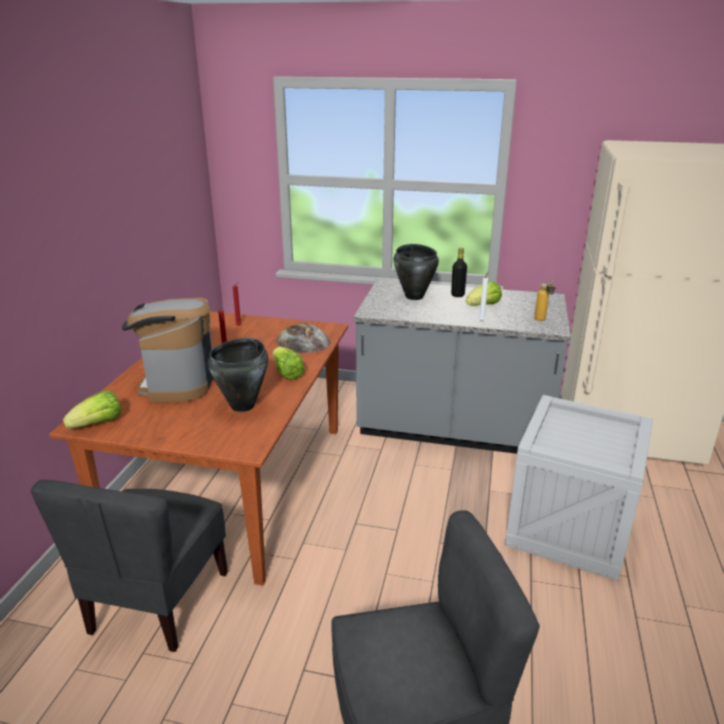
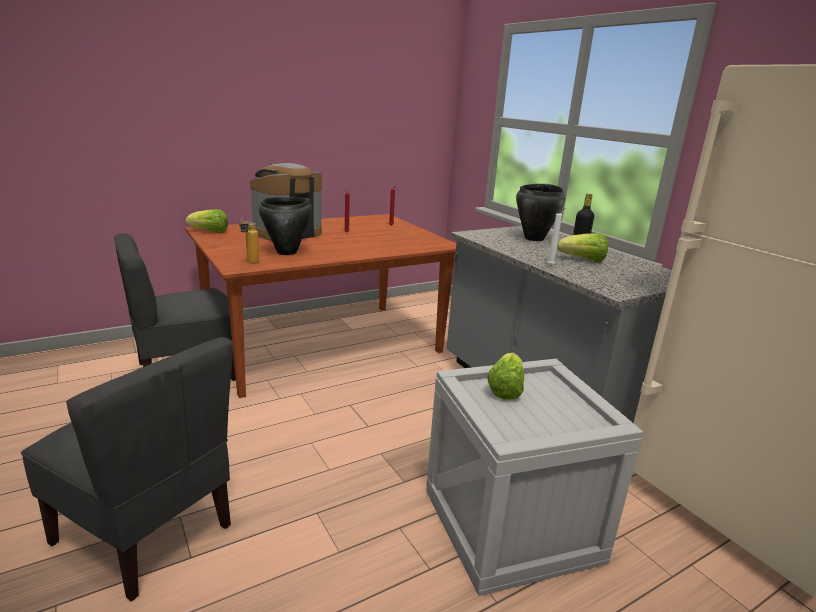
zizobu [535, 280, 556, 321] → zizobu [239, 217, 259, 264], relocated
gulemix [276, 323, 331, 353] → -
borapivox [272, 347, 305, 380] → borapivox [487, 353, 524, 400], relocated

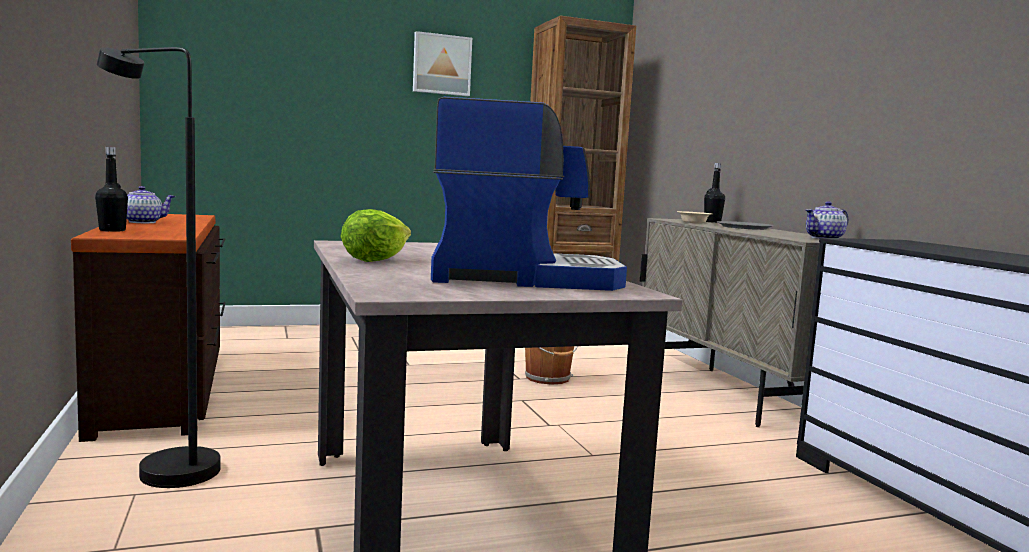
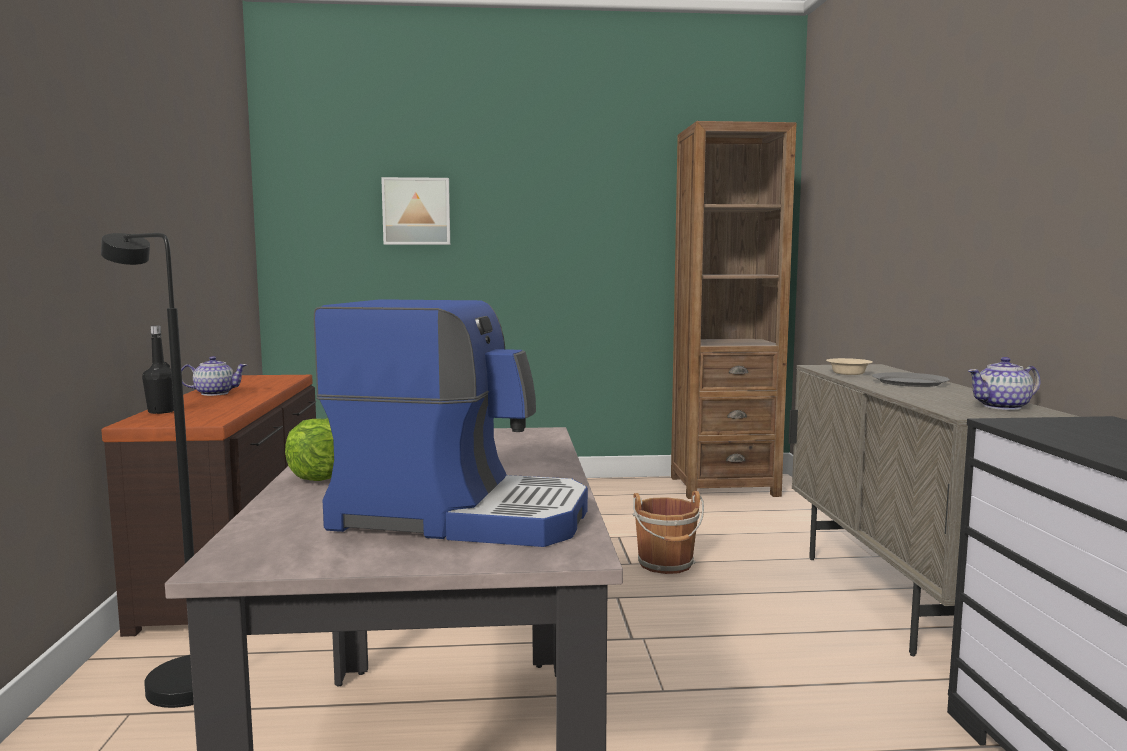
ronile [413, 31, 472, 96] → ronile [381, 177, 450, 245], relocated
zizobu (black) [704, 163, 725, 223] → -

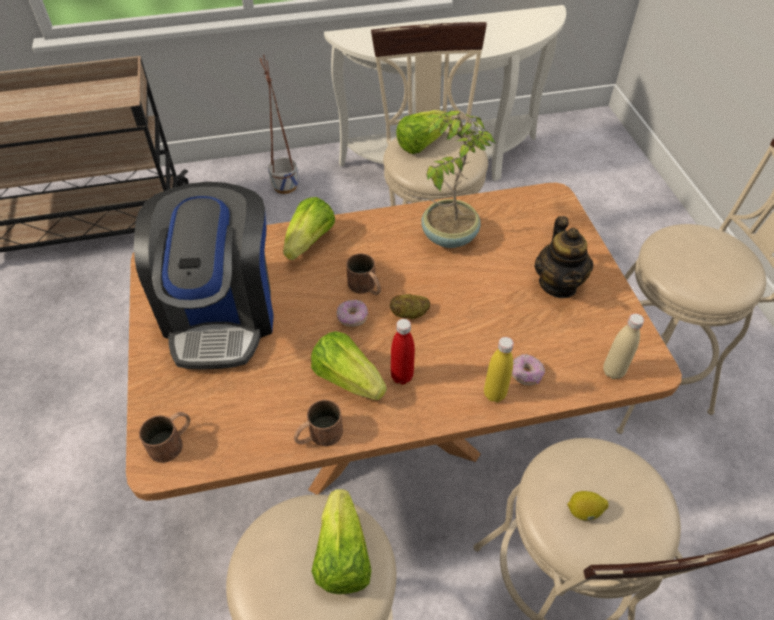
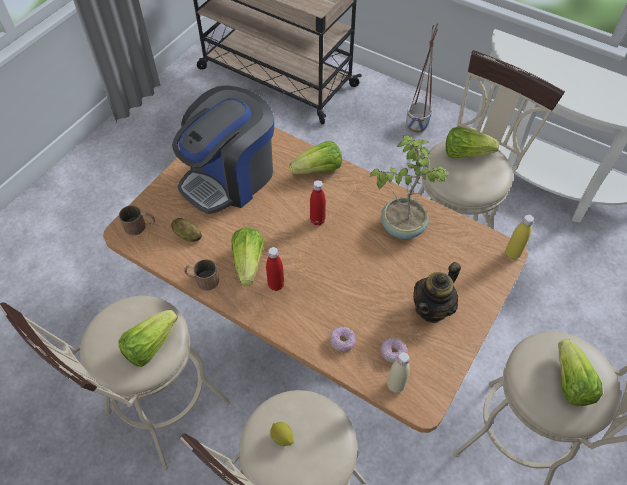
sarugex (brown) [346, 253, 381, 295] → zizobu (red) [310, 180, 326, 225]
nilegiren [390, 294, 430, 319] → nilegiren [171, 218, 202, 242], relocated
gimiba [336, 300, 368, 327] → gimiba [381, 338, 407, 363], relocated
zizobu (yellow) [484, 337, 514, 402] → zizobu (yellow) [506, 215, 534, 259], relocated
- → borapivox [558, 339, 603, 406]

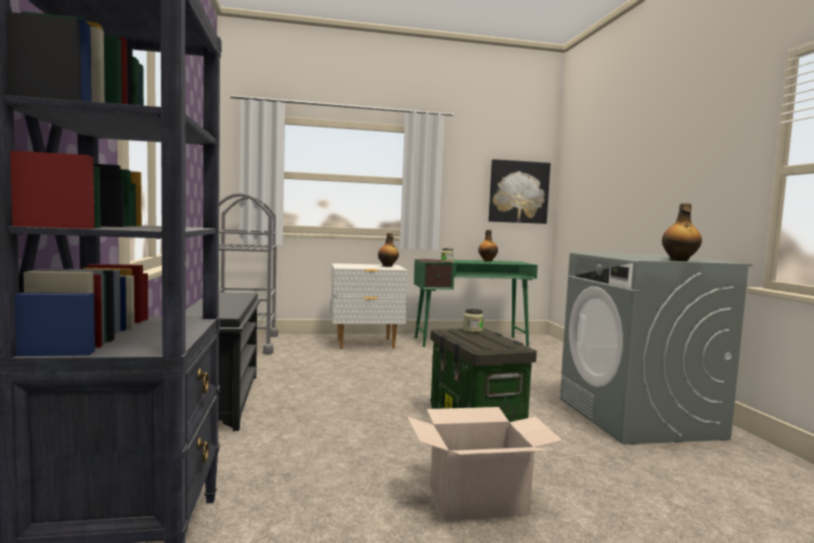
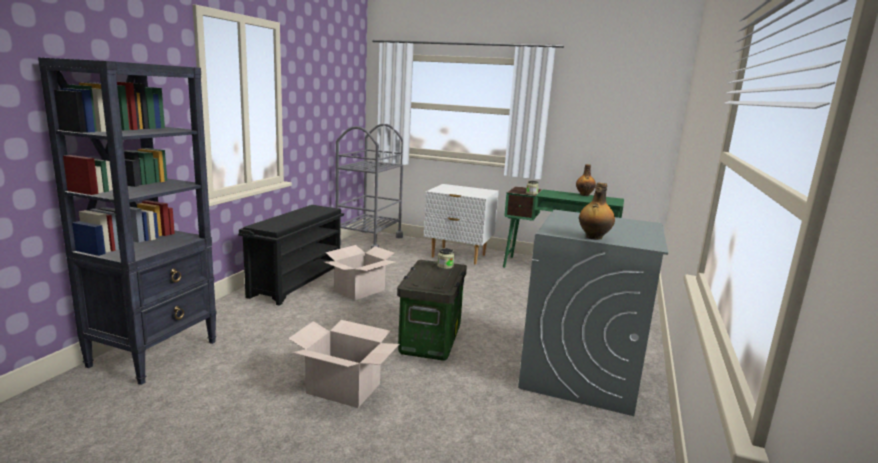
ronile [488, 159, 550, 224] → -
zizobu [378, 233, 399, 267] → -
- → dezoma [325, 245, 395, 300]

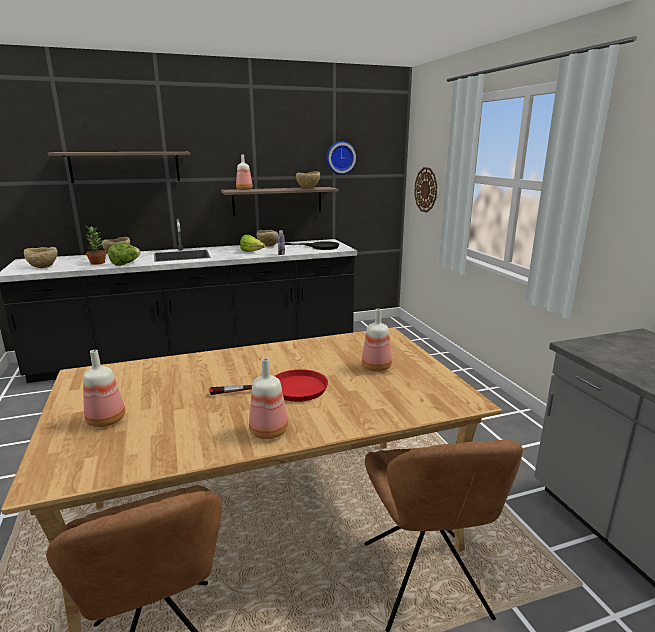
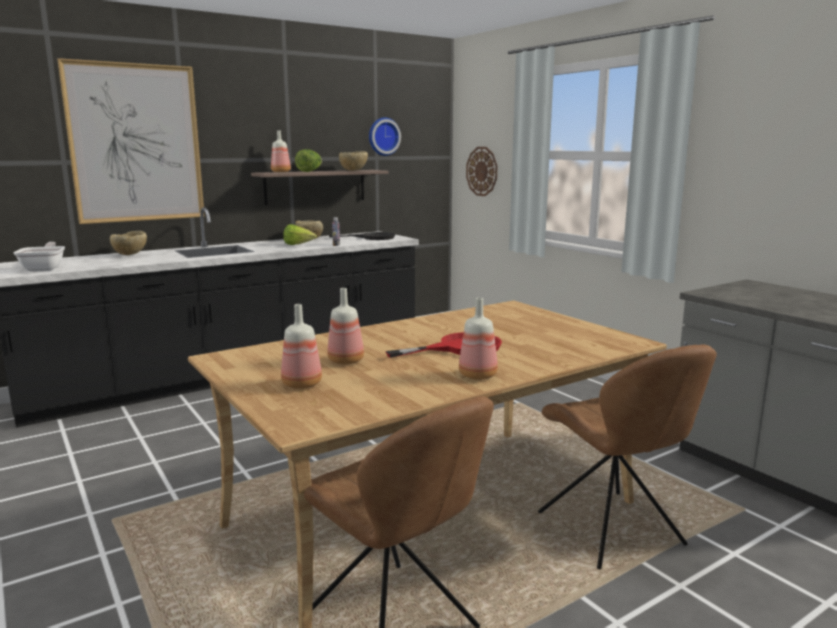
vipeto [48, 152, 190, 183] → ronile [57, 58, 205, 224]
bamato [86, 226, 106, 265] → -
borapivox [108, 244, 141, 266] → borapivox [295, 149, 322, 172], relocated
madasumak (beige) [24, 247, 58, 268] → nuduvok [13, 242, 65, 272]
zizobu [362, 309, 392, 372] → zizobu [327, 288, 364, 365], relocated

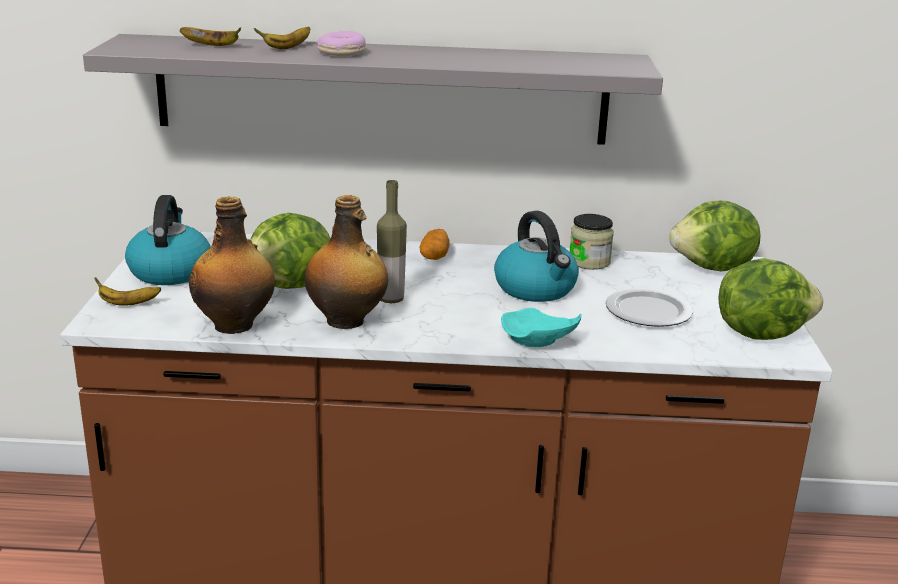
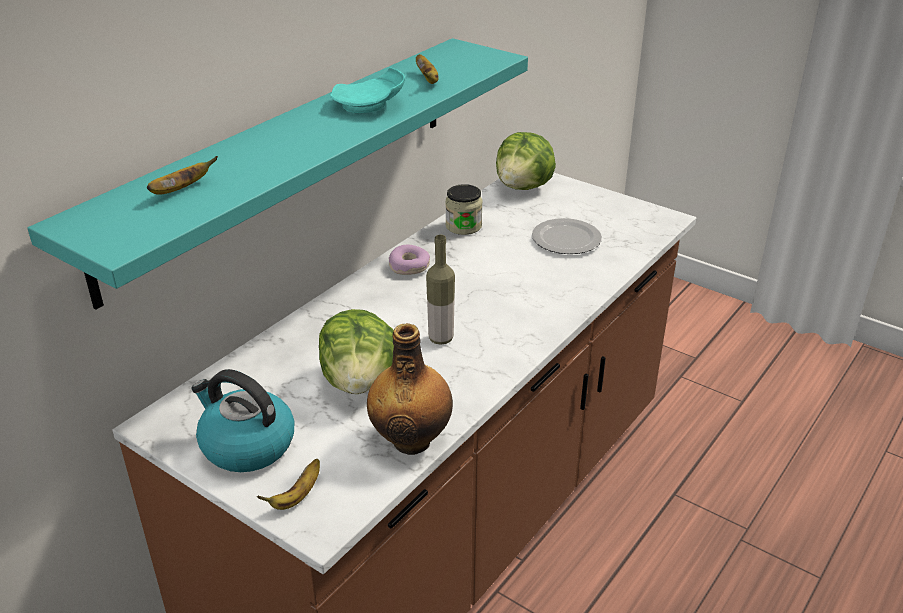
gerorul [254, 27, 310, 49] → gerorul [416, 54, 439, 84], relocated
gimiba [317, 31, 366, 56] → gimiba [389, 245, 430, 275], relocated
vipeto (grey) [83, 34, 663, 145] → vipeto (turquoise) [27, 38, 528, 310]
zizobu [305, 195, 388, 329] → -
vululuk [494, 211, 579, 302] → -
nilegiren [419, 229, 450, 260] → -
borapivox [719, 258, 823, 340] → -
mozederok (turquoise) [501, 308, 581, 347] → mozederok (turquoise) [330, 67, 405, 113], relocated

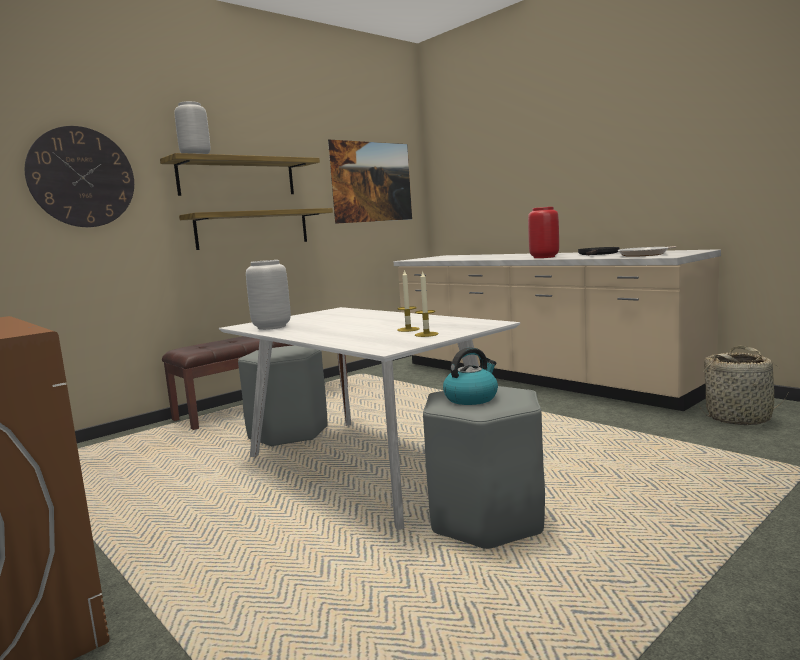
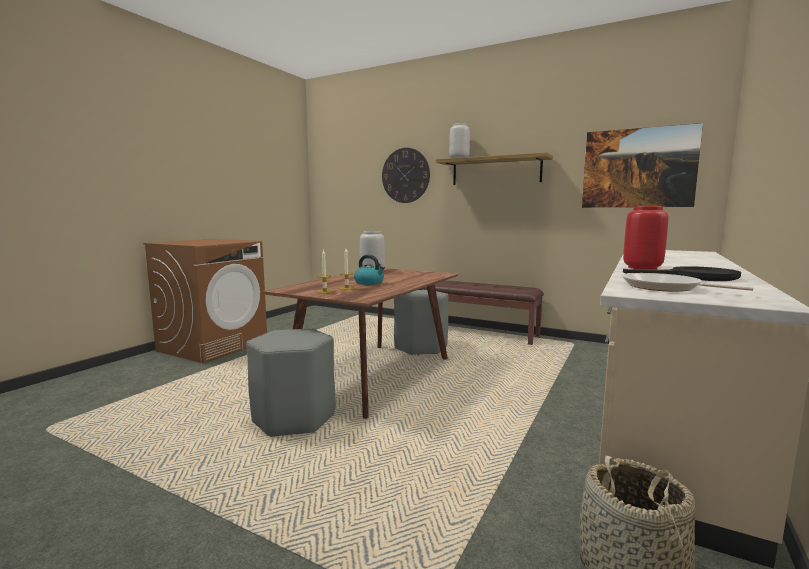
vipeto [179, 208, 333, 250] → -
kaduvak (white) [219, 307, 520, 530] → kaduvak (brown) [262, 268, 459, 419]
vululuk [443, 347, 498, 405] → vululuk [354, 255, 385, 285], relocated

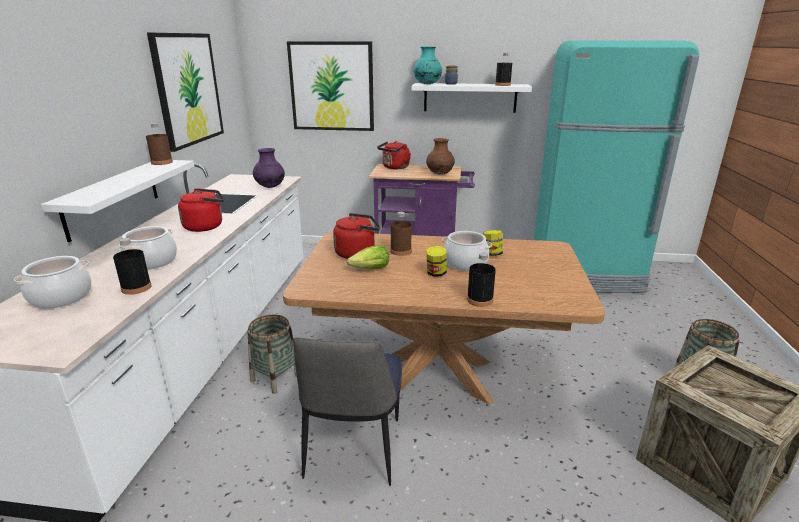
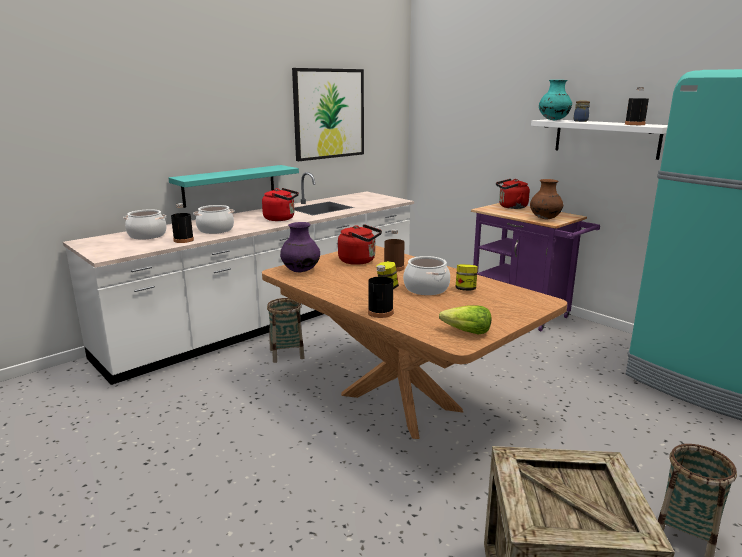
ronile [287, 41, 374, 131] → -
zizobu (brown) [146, 123, 173, 165] → -
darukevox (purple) [253, 148, 285, 188] → darukevox (purple) [280, 222, 320, 272], relocated
vipeto (white) [41, 160, 194, 242] → vipeto (turquoise) [168, 165, 299, 208]
borapivox [347, 245, 389, 269] → borapivox [439, 305, 492, 334], relocated
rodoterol [293, 338, 402, 486] → -

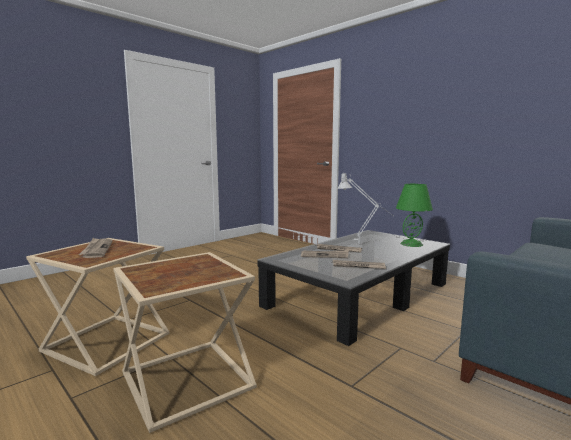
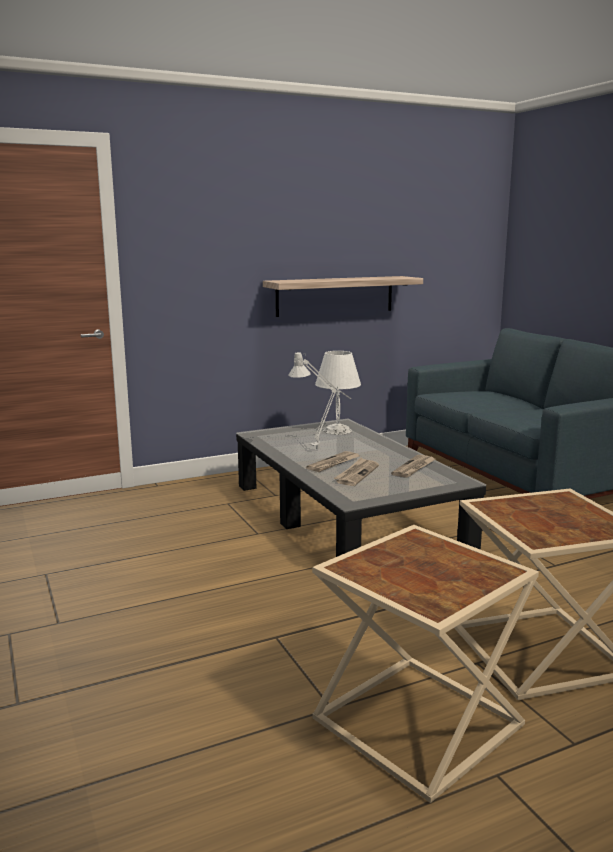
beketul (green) [396, 184, 433, 247] → beketul (white) [315, 351, 361, 435]
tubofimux [79, 238, 113, 258] → -
- → vipeto [263, 276, 423, 317]

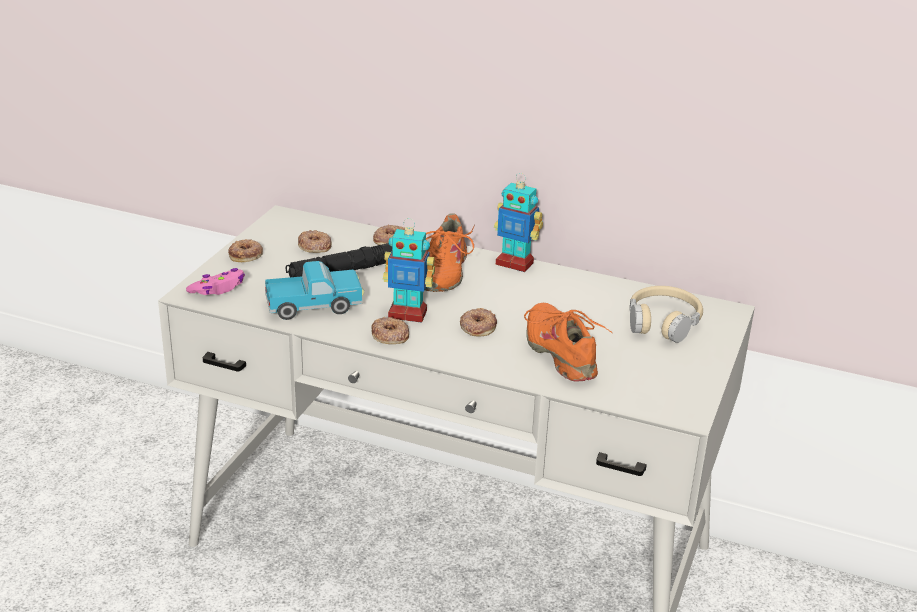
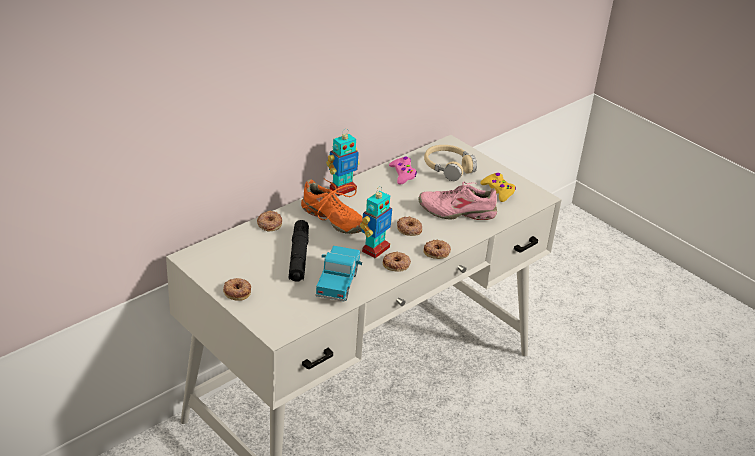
gimiba [298, 230, 332, 253] → gimiba [423, 239, 451, 259], relocated
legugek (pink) [186, 268, 245, 295] → legugek (pink) [389, 157, 417, 185], relocated
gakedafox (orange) [524, 303, 613, 382] → gakedafox (pink) [418, 182, 497, 220]
- → legugek (yellow) [480, 173, 516, 202]

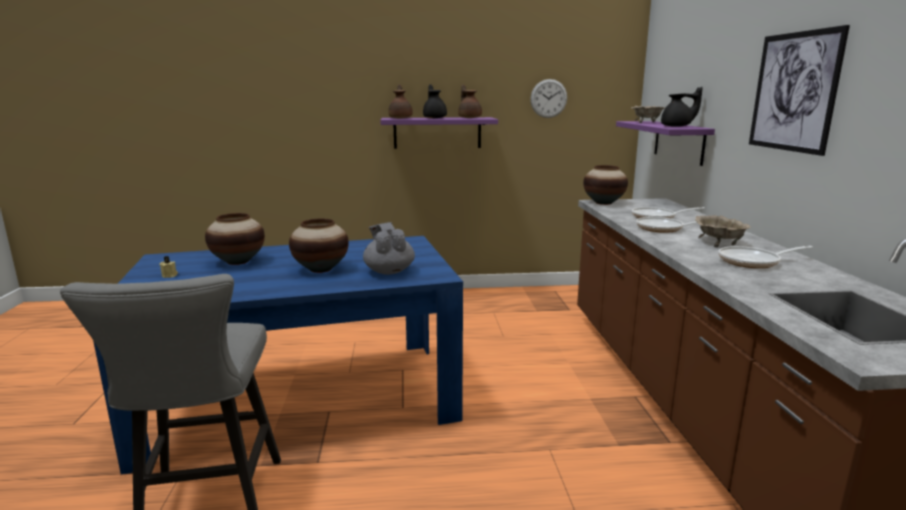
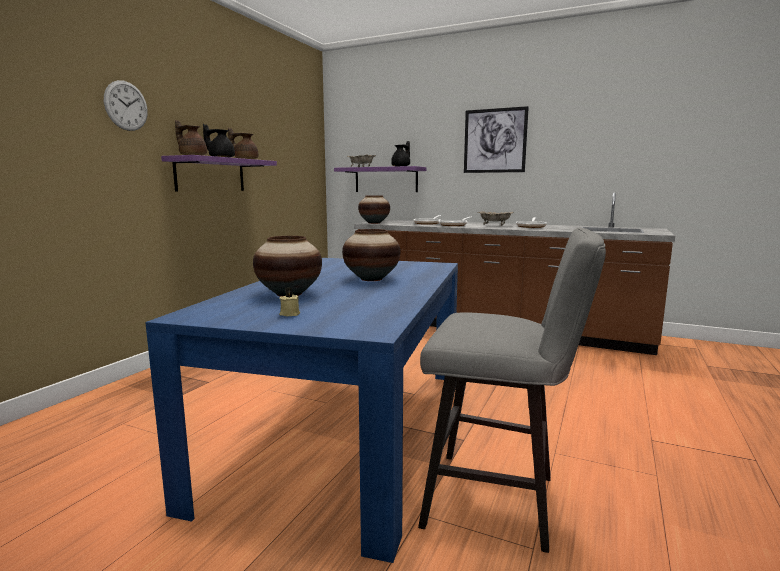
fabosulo [530, 79, 567, 118] → fabosulo [104, 80, 148, 131], relocated
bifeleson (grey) [363, 222, 415, 275] → -

